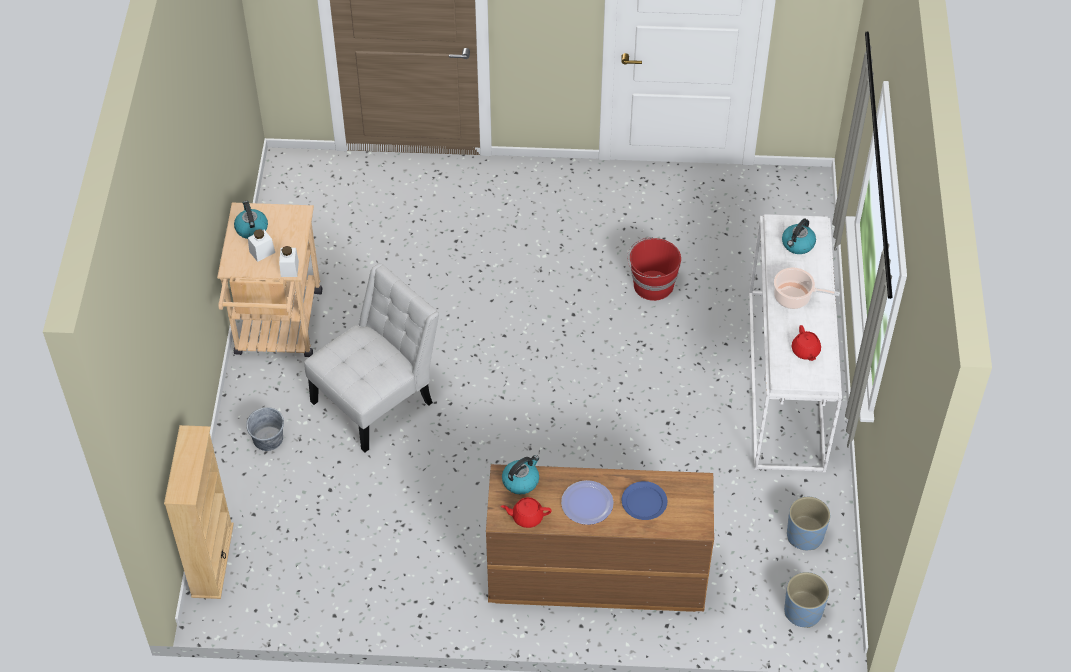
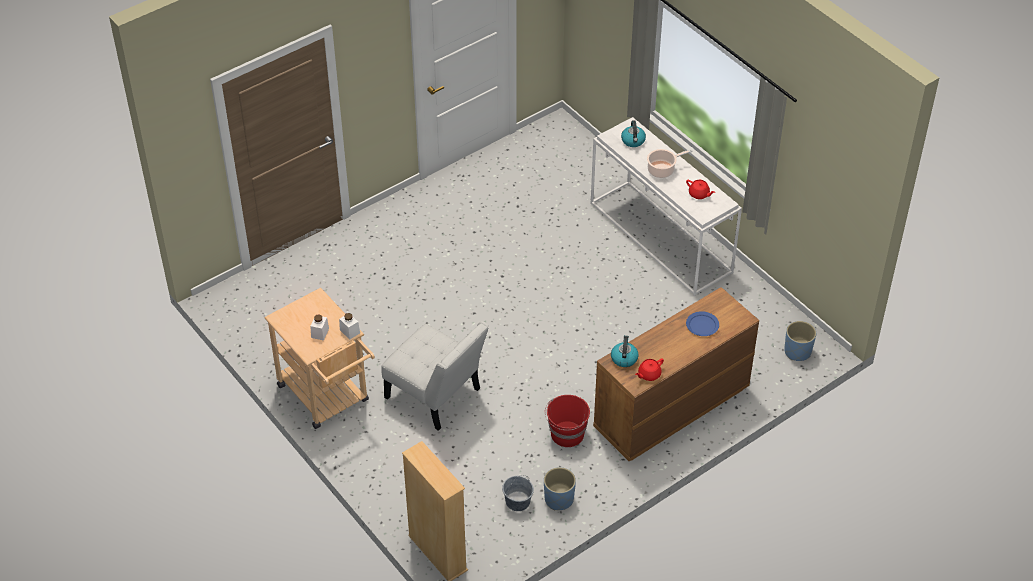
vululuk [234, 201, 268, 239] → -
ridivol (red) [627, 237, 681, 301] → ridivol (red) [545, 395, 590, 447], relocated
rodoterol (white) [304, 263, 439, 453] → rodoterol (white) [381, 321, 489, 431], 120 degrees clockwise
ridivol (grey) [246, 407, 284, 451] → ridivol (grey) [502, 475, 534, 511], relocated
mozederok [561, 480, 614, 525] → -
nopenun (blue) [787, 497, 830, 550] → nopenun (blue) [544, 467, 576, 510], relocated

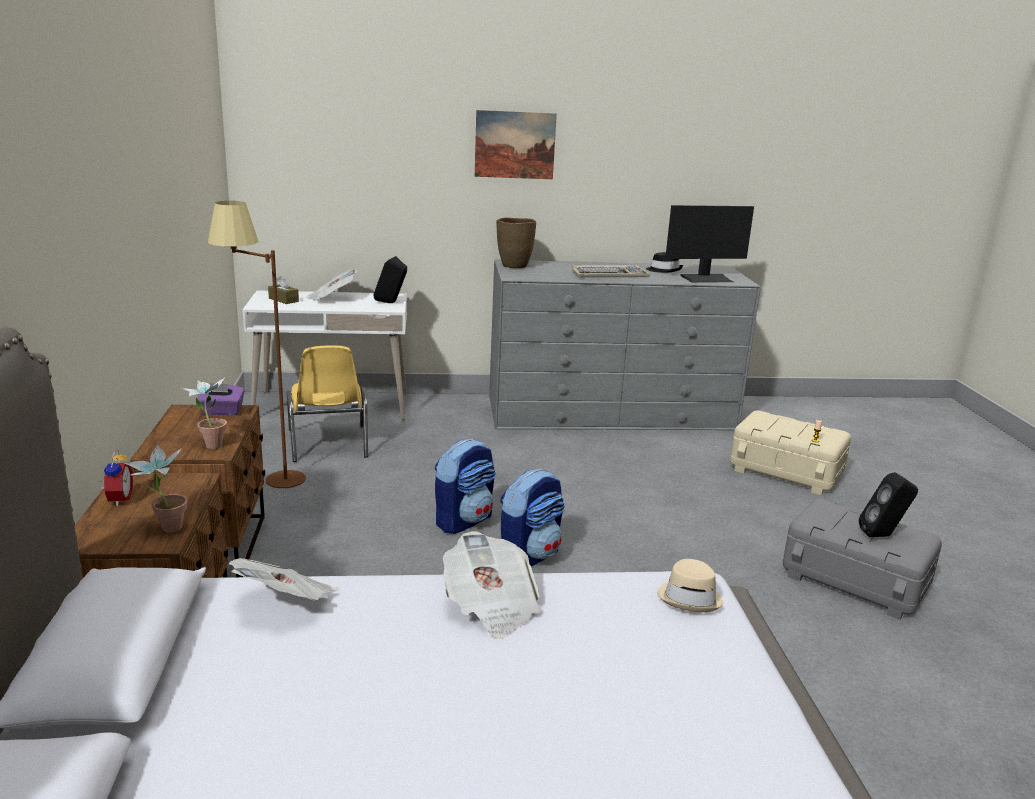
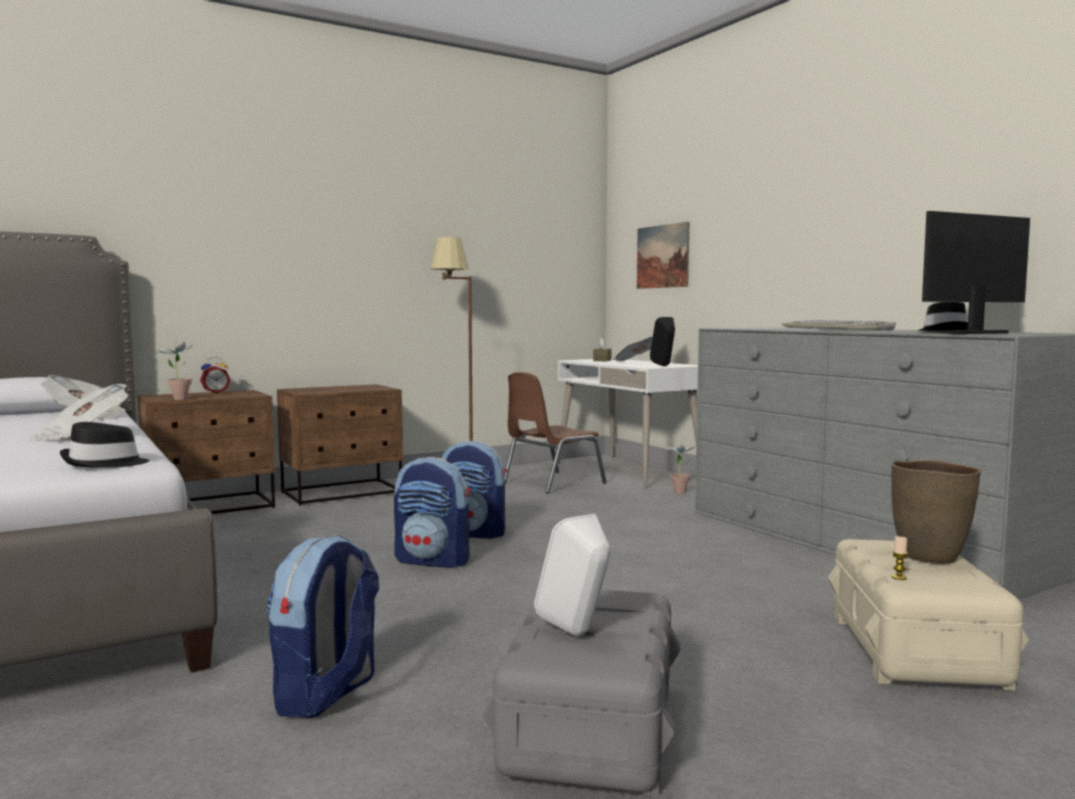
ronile [475, 110, 557, 179] → ronile [637, 222, 689, 289], relocated
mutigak [665, 205, 754, 283] → mutigak [920, 211, 1030, 334], 105 degrees clockwise
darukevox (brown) [497, 217, 536, 268] → darukevox (brown) [891, 460, 981, 564], relocated
rodoterol (yellow) [287, 345, 368, 462] → rodoterol (brown) [505, 372, 606, 494]
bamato [182, 377, 227, 449] → bamato [665, 444, 696, 494], relocated
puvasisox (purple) [198, 383, 245, 415] → -
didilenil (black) [859, 472, 918, 537] → didilenil (white) [534, 514, 611, 636]
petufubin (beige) [657, 559, 723, 612] → petufubin (black) [60, 422, 150, 468]
- → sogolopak [267, 534, 379, 718]

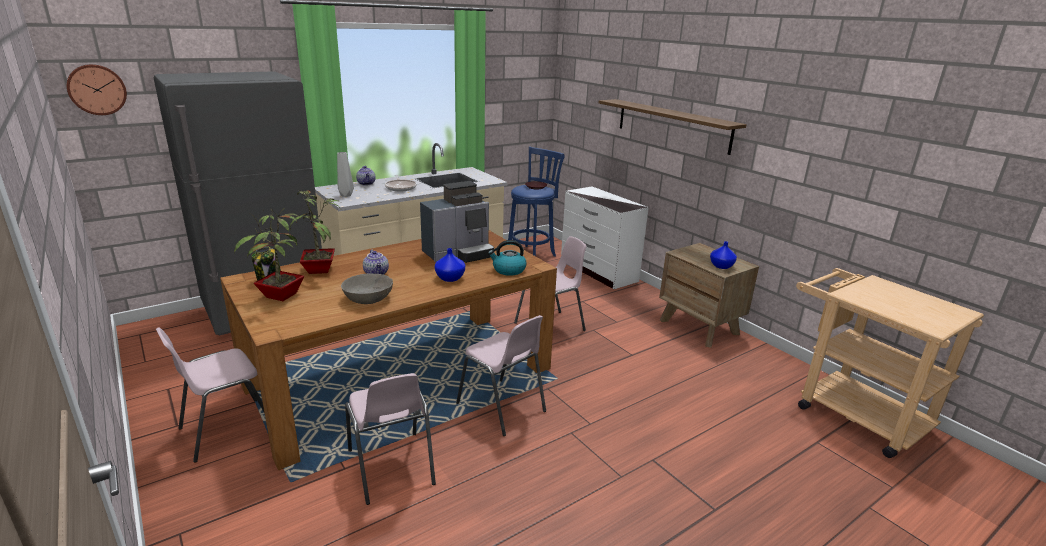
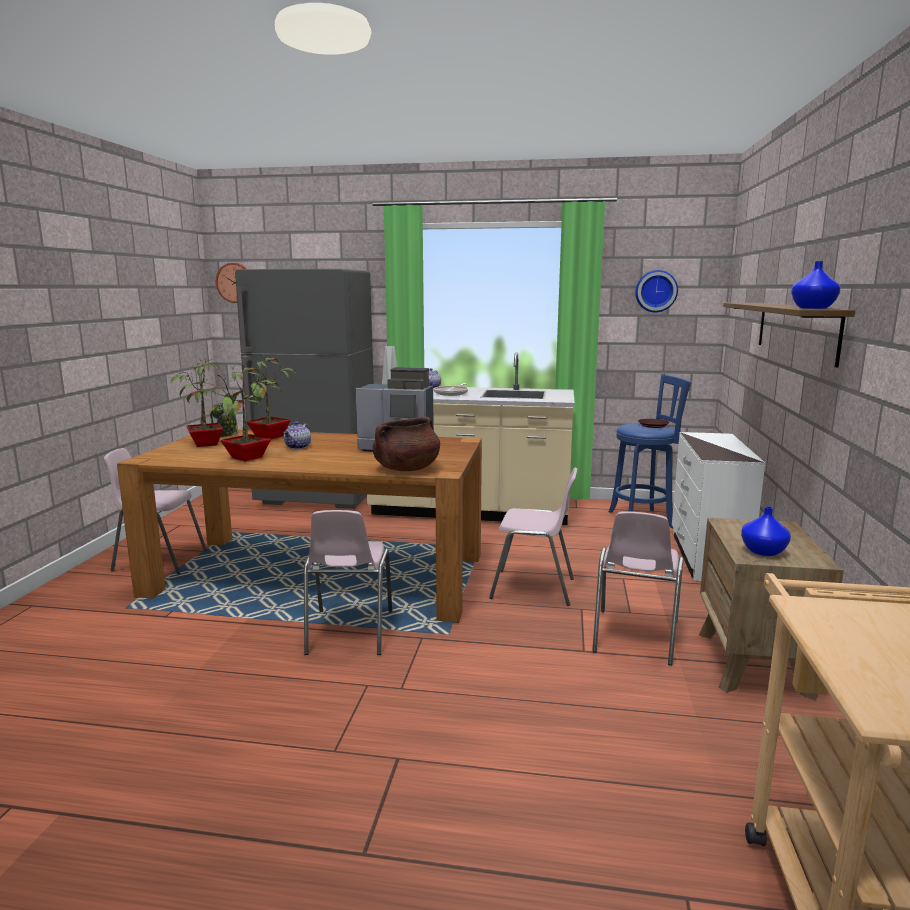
vululuk [488, 240, 526, 276] → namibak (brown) [373, 417, 440, 471]
darukevox (blue) [435, 248, 465, 282] → darukevox (blue) [791, 261, 841, 309], relocated
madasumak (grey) [341, 273, 393, 304] → bamato [216, 364, 278, 461]
rodoterol (pink) [345, 373, 436, 505] → rodoterol (pink) [592, 511, 684, 665], relocated
- → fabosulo [635, 270, 678, 312]

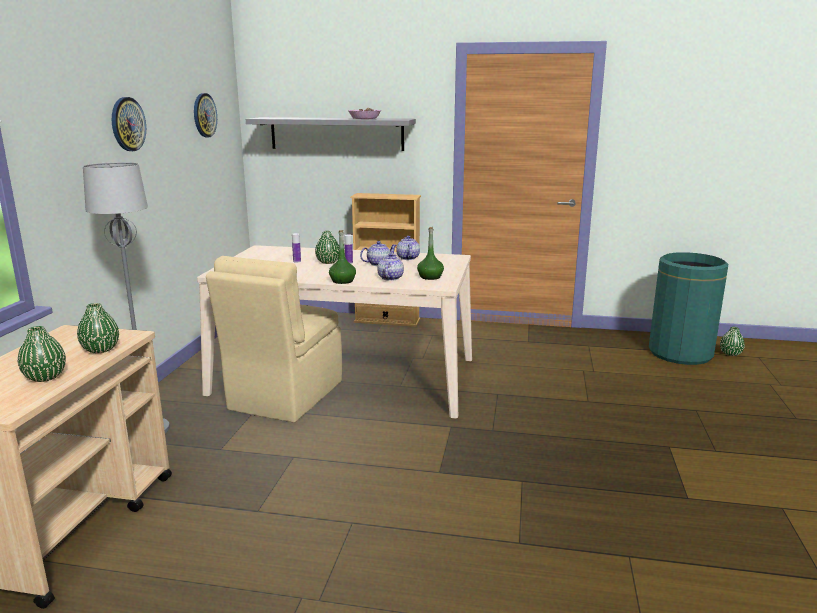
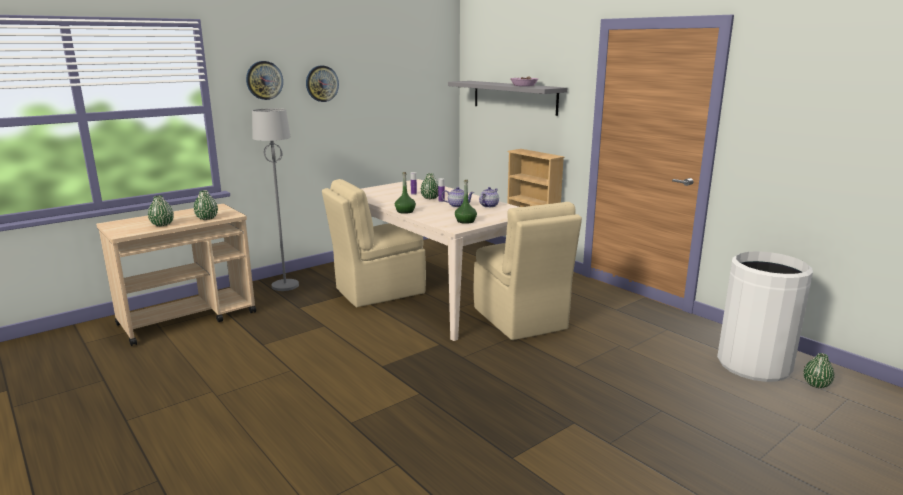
fabosulo [194, 93, 217, 137] → fabosulo [246, 61, 283, 100], relocated
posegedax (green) [649, 252, 728, 365] → posegedax (white) [717, 251, 813, 382]
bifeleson [377, 253, 404, 281] → -
- → rodoterol (beige) [474, 202, 582, 340]

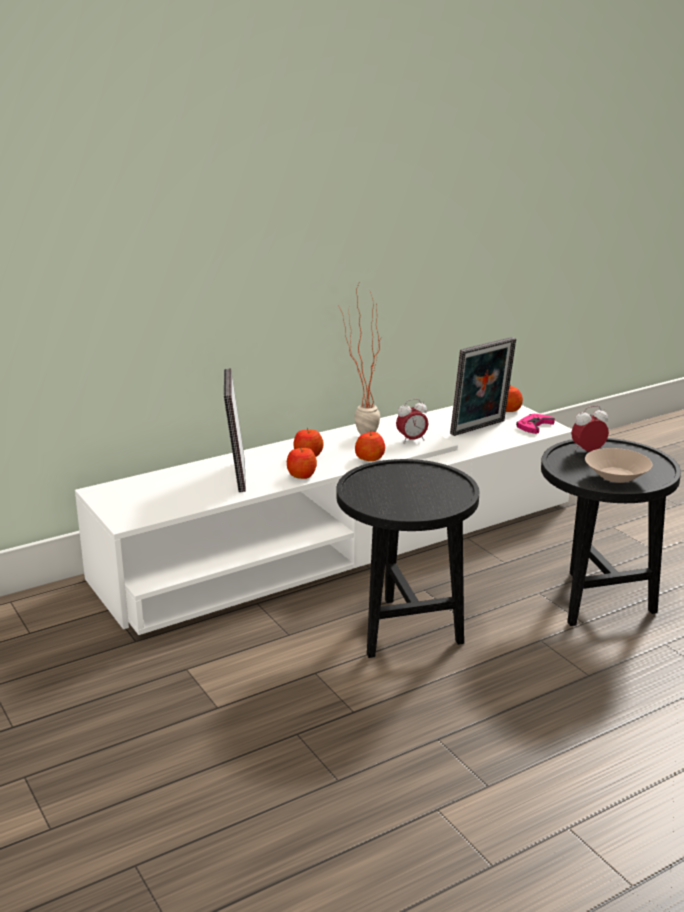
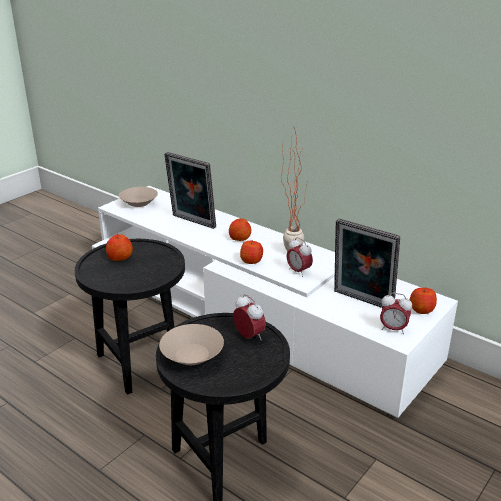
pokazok [224, 368, 246, 492] → pokazok [164, 152, 216, 229], 120 degrees counterclockwise
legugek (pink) [516, 414, 555, 434] → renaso [380, 293, 412, 334]
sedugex [287, 447, 317, 479] → sedugex [106, 234, 133, 261], relocated
- → madasumak (beige) [119, 187, 158, 207]

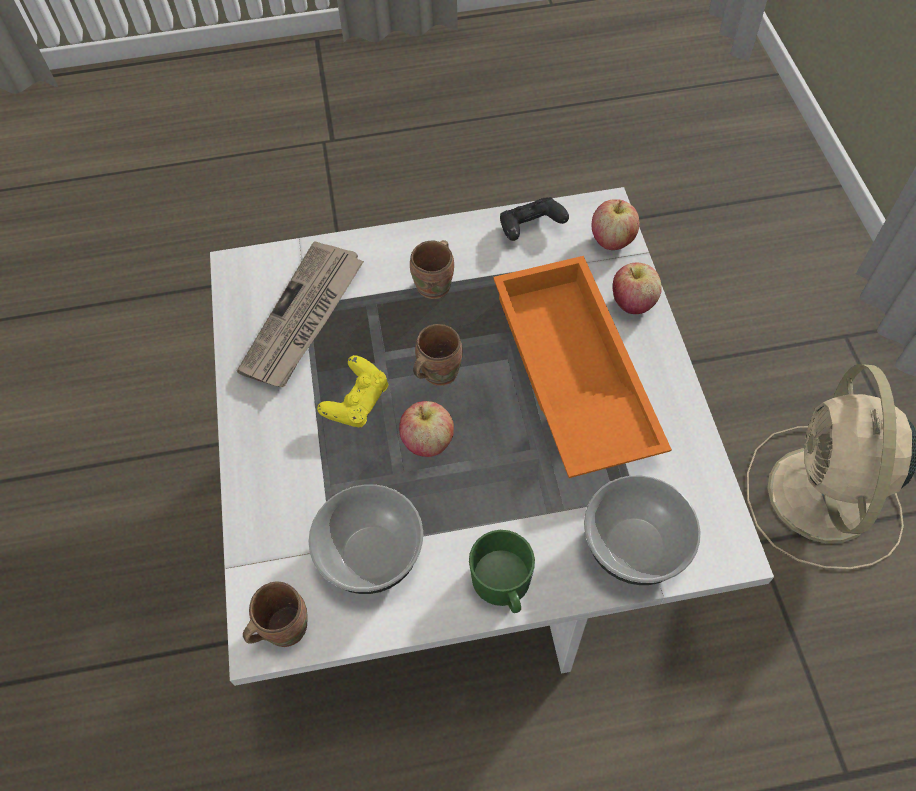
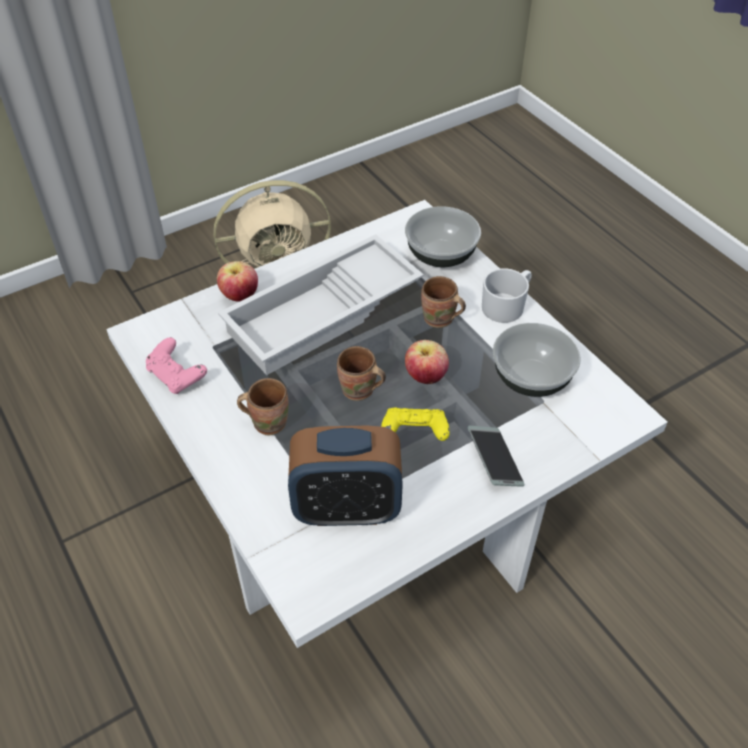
legugek (black) [500, 197, 569, 241] → legugek (pink) [146, 337, 207, 394]
sedugex [592, 199, 639, 250] → -
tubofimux [237, 241, 364, 387] → renaso [288, 426, 403, 526]
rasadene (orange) [493, 256, 672, 478] → rasadene (white) [218, 234, 424, 375]
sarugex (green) [469, 530, 535, 613] → sarugex (white) [482, 268, 532, 323]
sarugex (brown) [243, 582, 307, 647] → sarugex (brown) [421, 276, 466, 328], relocated
- → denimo [468, 426, 524, 487]

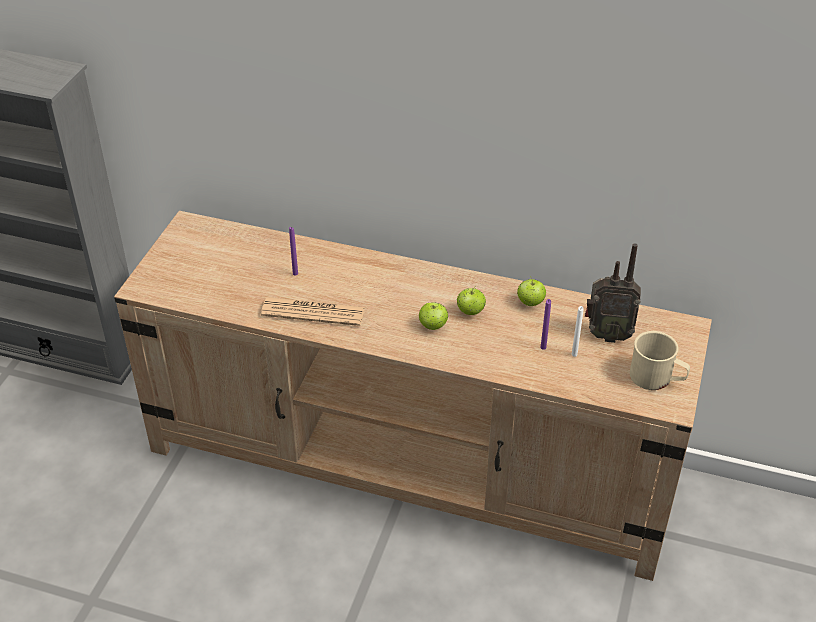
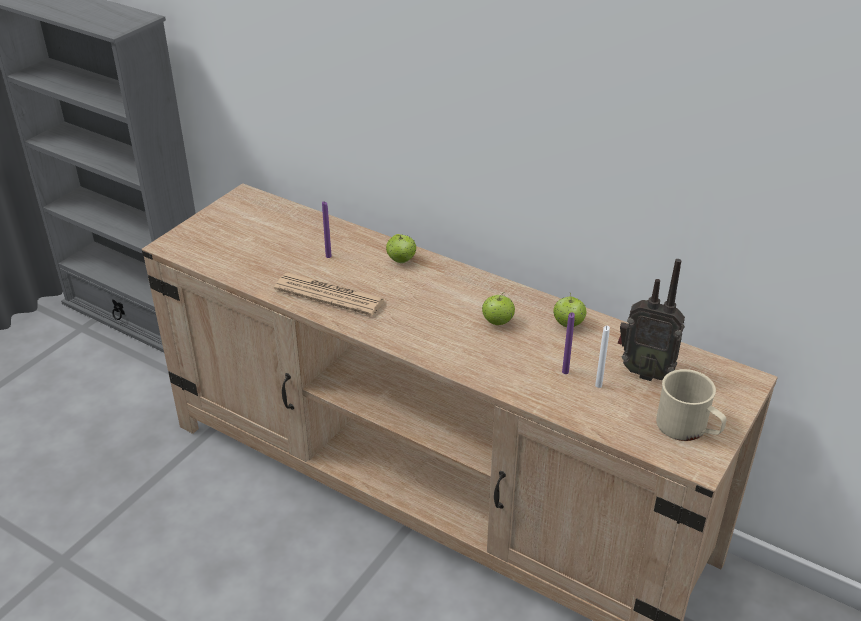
sedugex [419, 302, 448, 330] → sedugex [386, 234, 416, 263], relocated

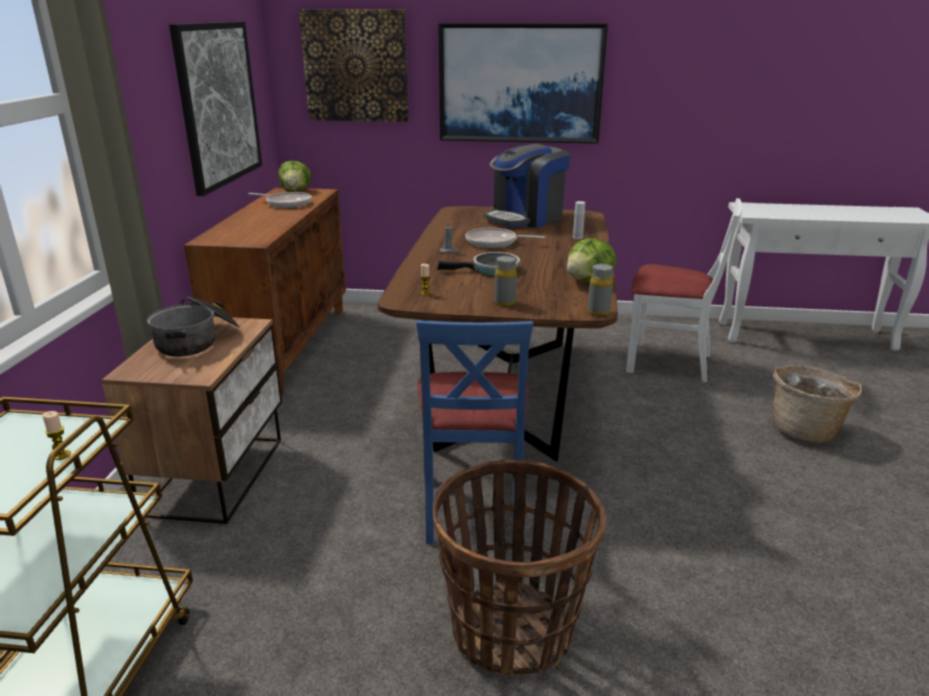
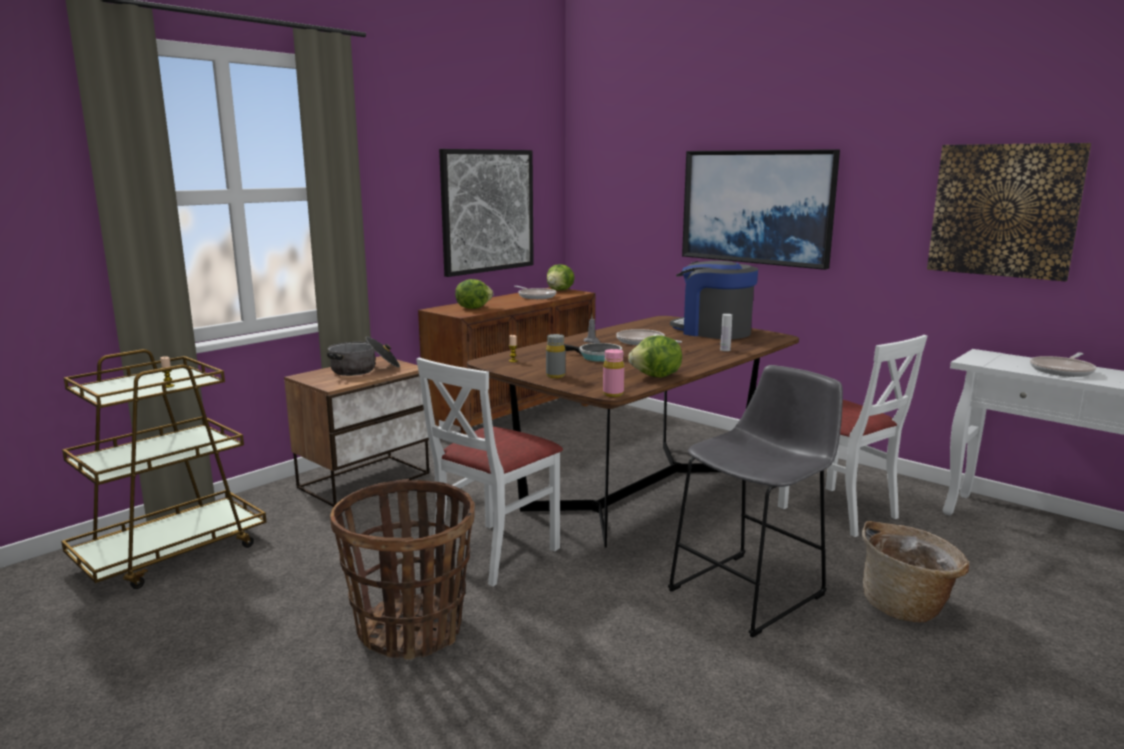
ronile [299, 9, 409, 122] → ronile [927, 143, 1091, 282], relocated
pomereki [484, 144, 570, 228] → pomereki [670, 261, 758, 339], 45 degrees clockwise
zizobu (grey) [588, 264, 613, 316] → zizobu (pink) [603, 349, 624, 397]
rodoterol (blue) [416, 320, 533, 544] → rodoterol (white) [416, 358, 563, 586]
- → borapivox [455, 279, 493, 309]
- → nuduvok [1030, 352, 1096, 377]
- → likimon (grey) [668, 365, 843, 638]

